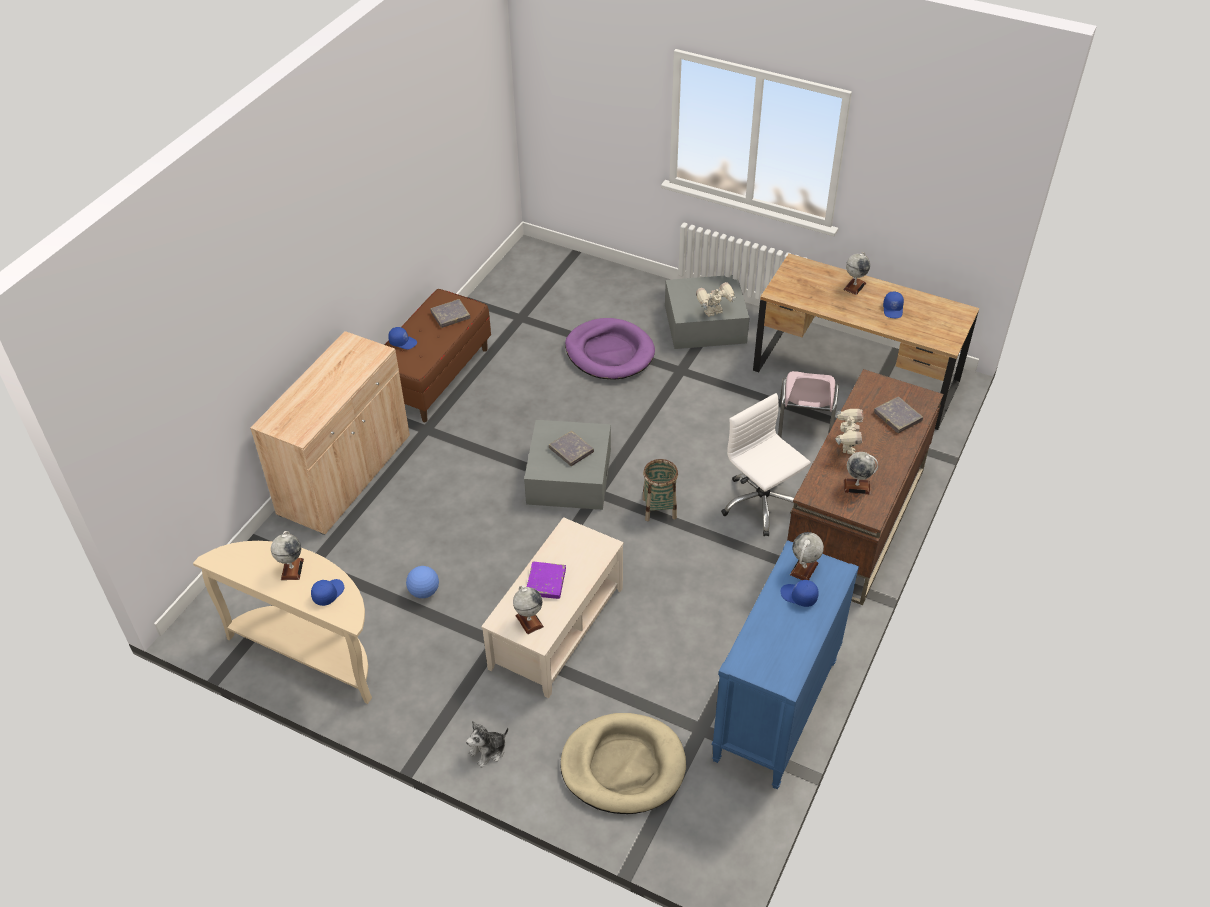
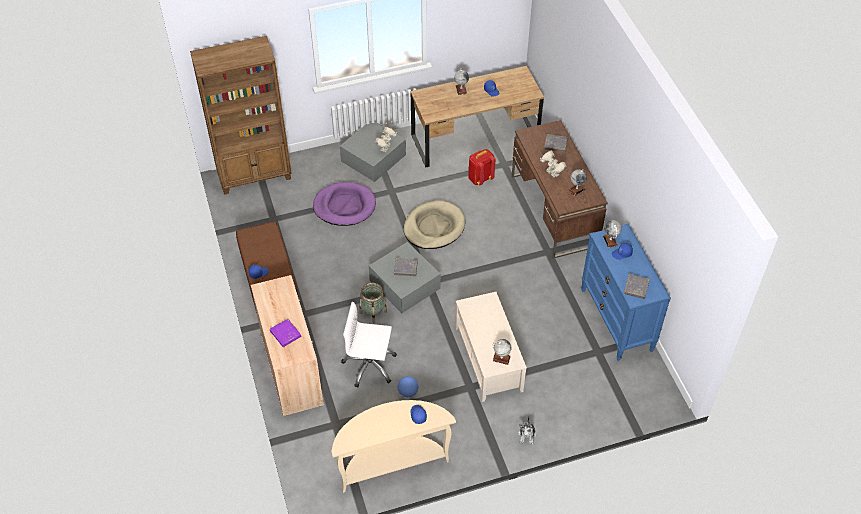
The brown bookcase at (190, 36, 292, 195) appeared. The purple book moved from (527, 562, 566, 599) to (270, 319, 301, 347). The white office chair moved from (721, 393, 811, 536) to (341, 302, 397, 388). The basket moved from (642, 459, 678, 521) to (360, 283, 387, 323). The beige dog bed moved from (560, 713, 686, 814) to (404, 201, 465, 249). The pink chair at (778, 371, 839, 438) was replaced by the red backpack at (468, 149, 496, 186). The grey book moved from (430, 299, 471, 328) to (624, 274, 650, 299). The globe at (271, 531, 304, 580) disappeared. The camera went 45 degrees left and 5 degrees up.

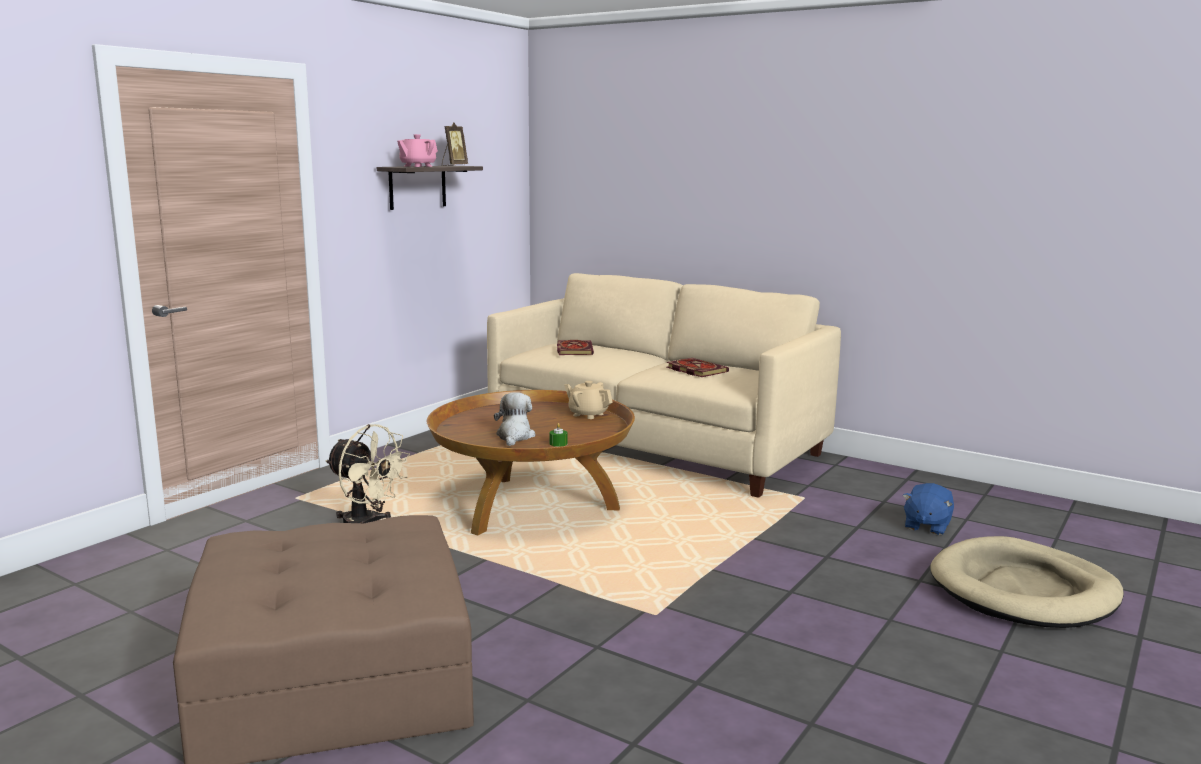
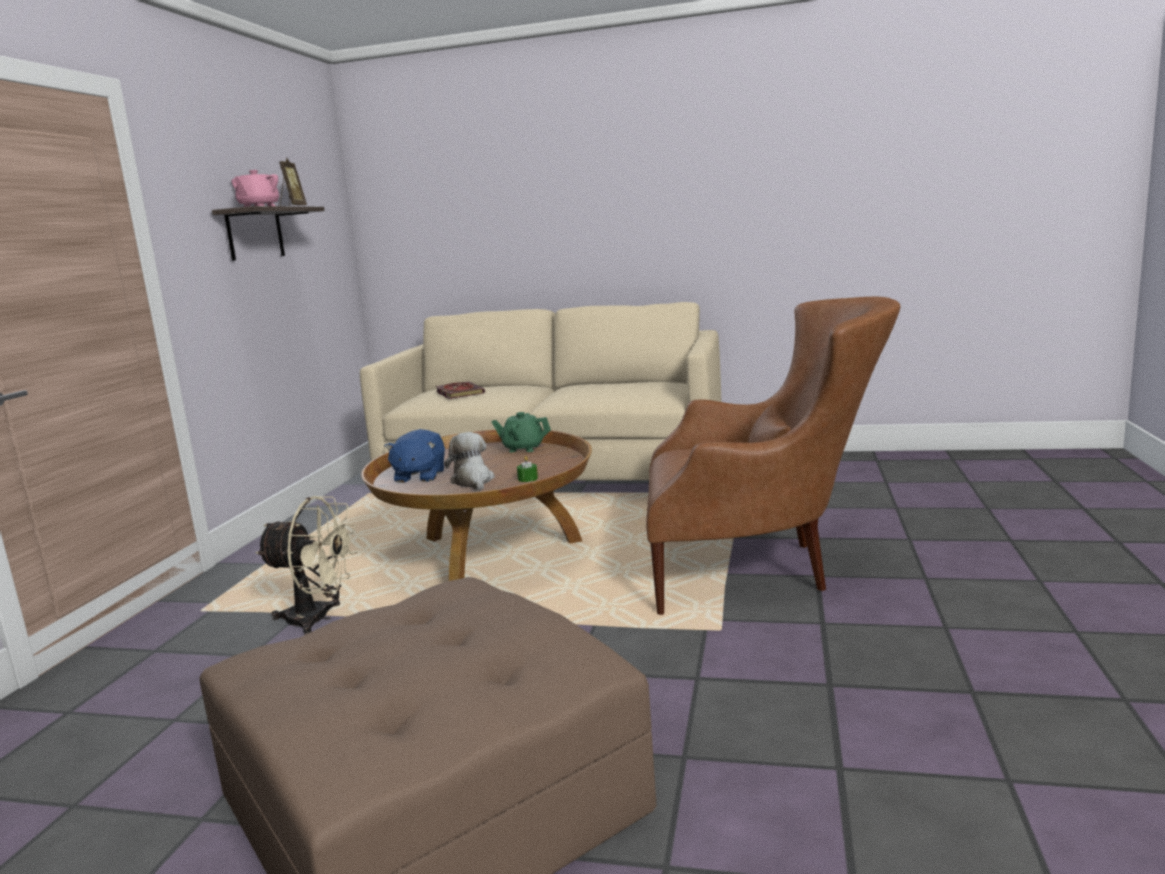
The blue plush toy moved from (902, 483, 954, 535) to (384, 429, 445, 483). The beige teapot at (564, 381, 613, 419) became the green teapot at (491, 412, 551, 452). The brown armchair at (646, 297, 900, 615) appeared. The book at (666, 358, 729, 377) disappeared. The beige dog bed at (930, 536, 1124, 628) disappeared. The camera went 20 degrees left and 0 degrees up.

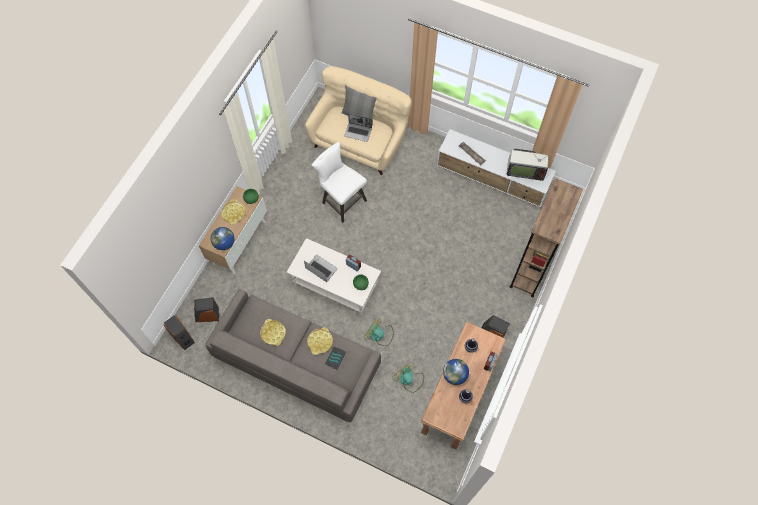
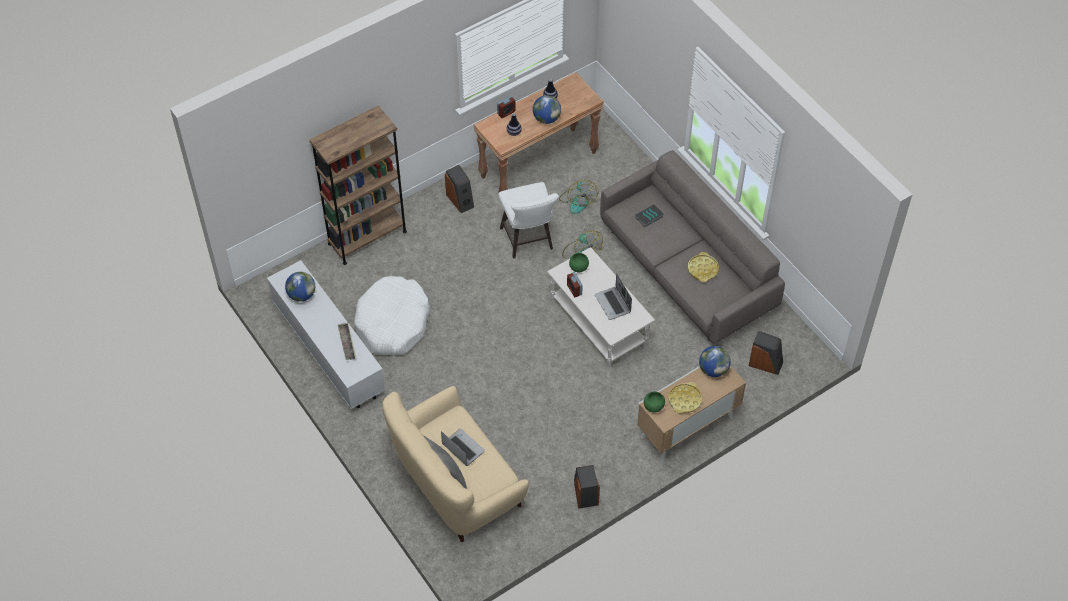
The television at (507, 148, 555, 181) was replaced by the globe at (285, 272, 315, 302). The white dog bed at (354, 276, 430, 356) appeared. The white stool moved from (312, 142, 367, 223) to (498, 182, 559, 259). The speaker moved from (164, 316, 195, 350) to (574, 465, 600, 509). The yellow tray at (307, 327, 333, 355) disappeared. The camera went 150 degrees left and 10 degrees down.

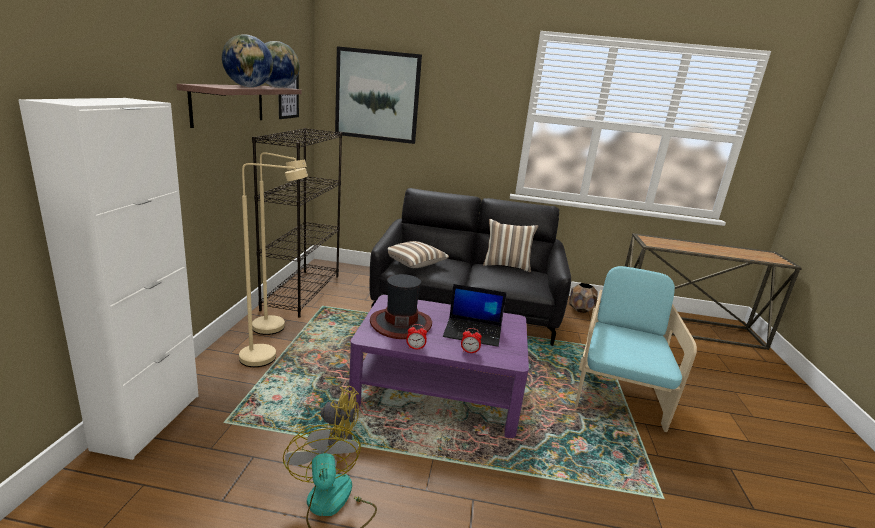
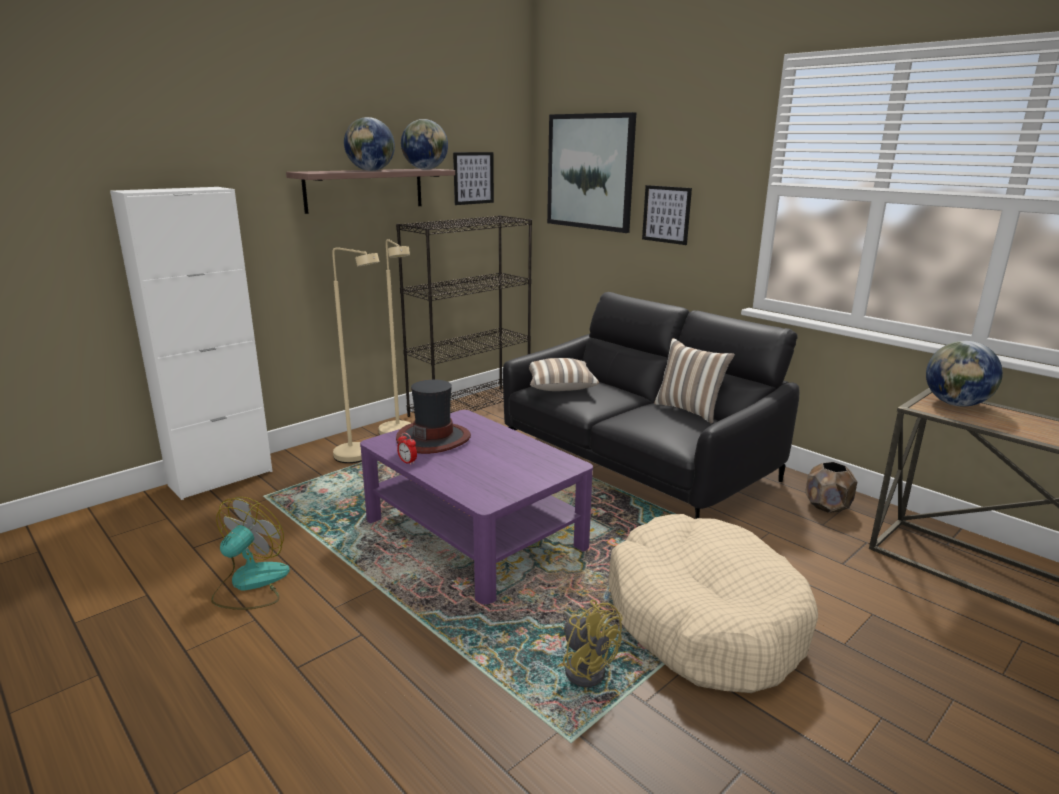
The yellow fan moved from (305, 386, 359, 446) to (563, 600, 623, 687). The turquoise armchair at (575, 266, 697, 432) was replaced by the beige dog bed at (609, 514, 818, 693). The picture at (642, 185, 692, 245) appeared. The globe at (926, 341, 1003, 406) appeared. The laptop at (443, 284, 507, 347) disappeared. The alarm clock at (461, 328, 482, 354) disappeared. The camera went 40 degrees right and 0 degrees up.

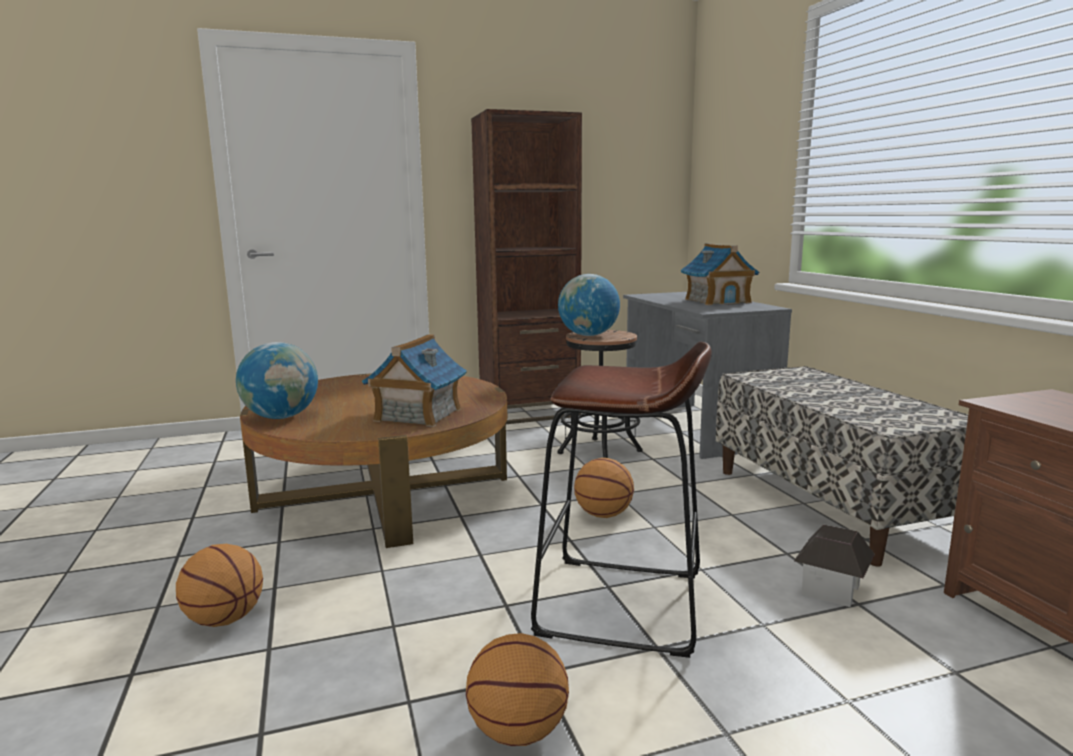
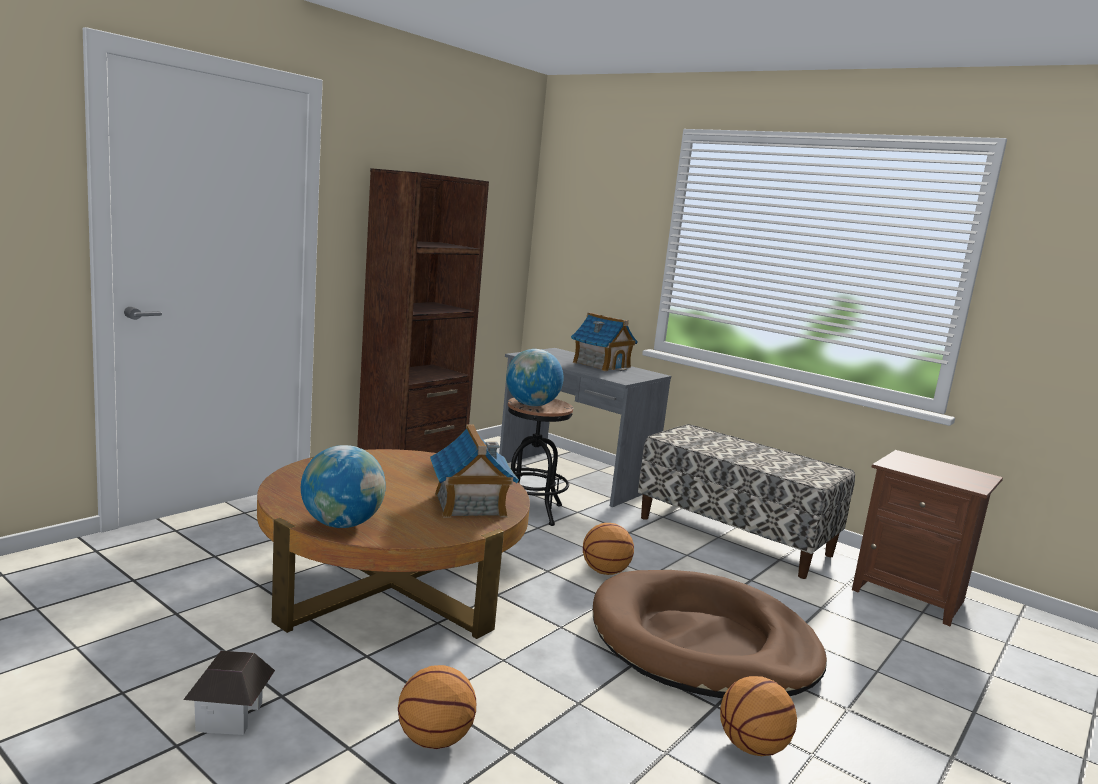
The toy house moved from (794, 525, 875, 607) to (183, 651, 275, 735). The brown stool at (531, 342, 712, 658) was replaced by the brown dog bed at (593, 570, 827, 699). The camera went 35 degrees left and 0 degrees up.

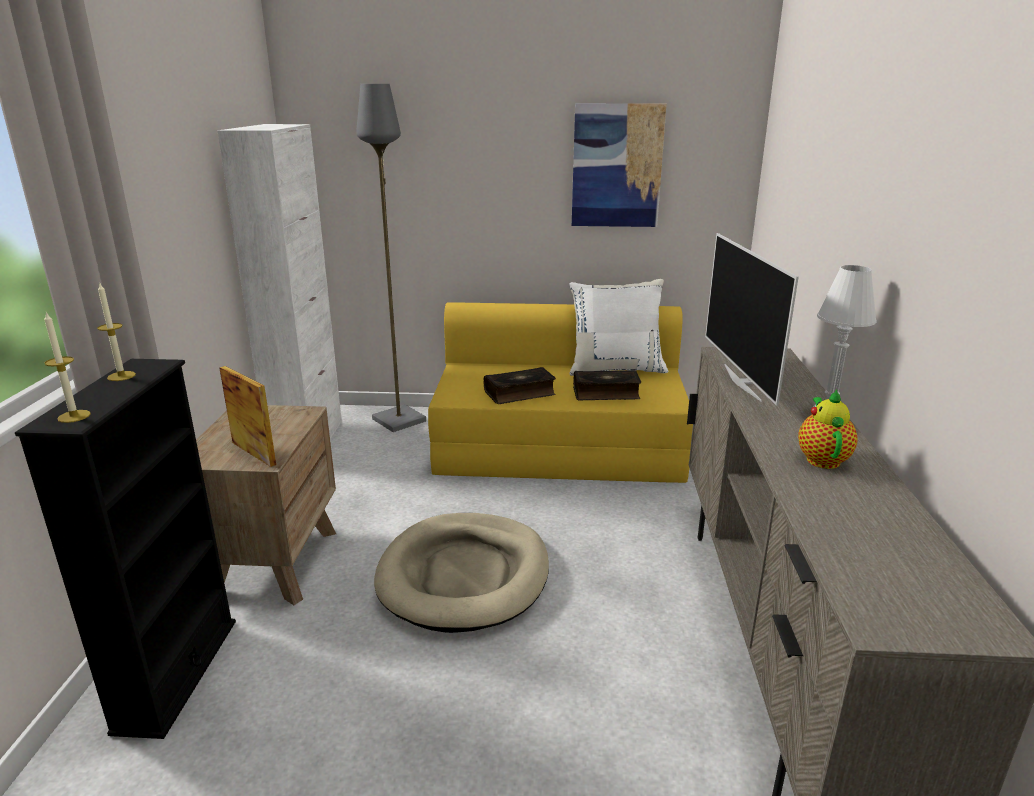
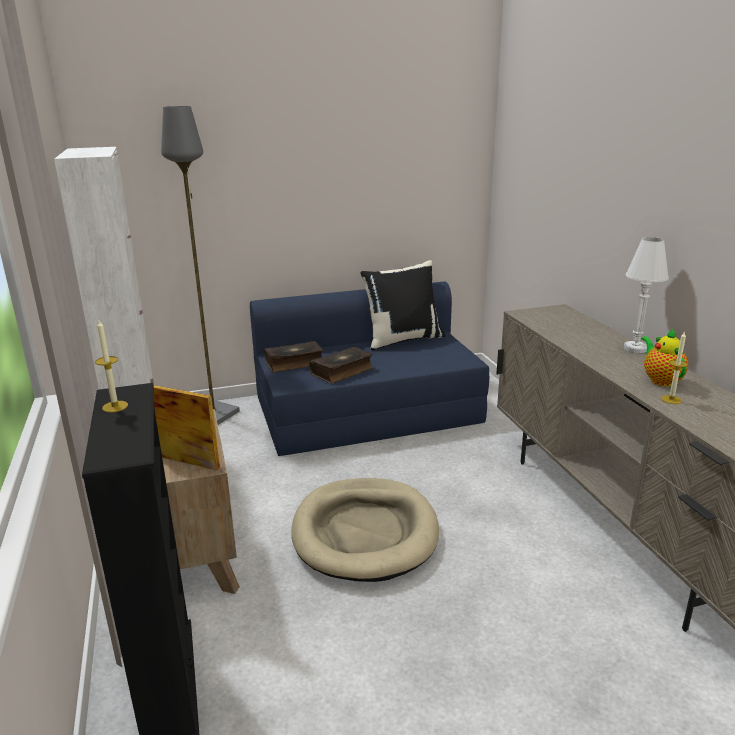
The yellow sofa at (428, 302, 693, 483) became the blue sofa at (250, 281, 489, 456). The book moved from (573, 370, 641, 401) to (264, 341, 323, 373). The white pillow at (569, 279, 668, 376) became the black pillow at (360, 260, 446, 350). The candle moved from (44, 312, 91, 423) to (661, 331, 688, 404). The picture at (572, 103, 667, 227) disappeared. The television at (705, 233, 799, 406) disappeared. The camera went 20 degrees left and 0 degrees up.

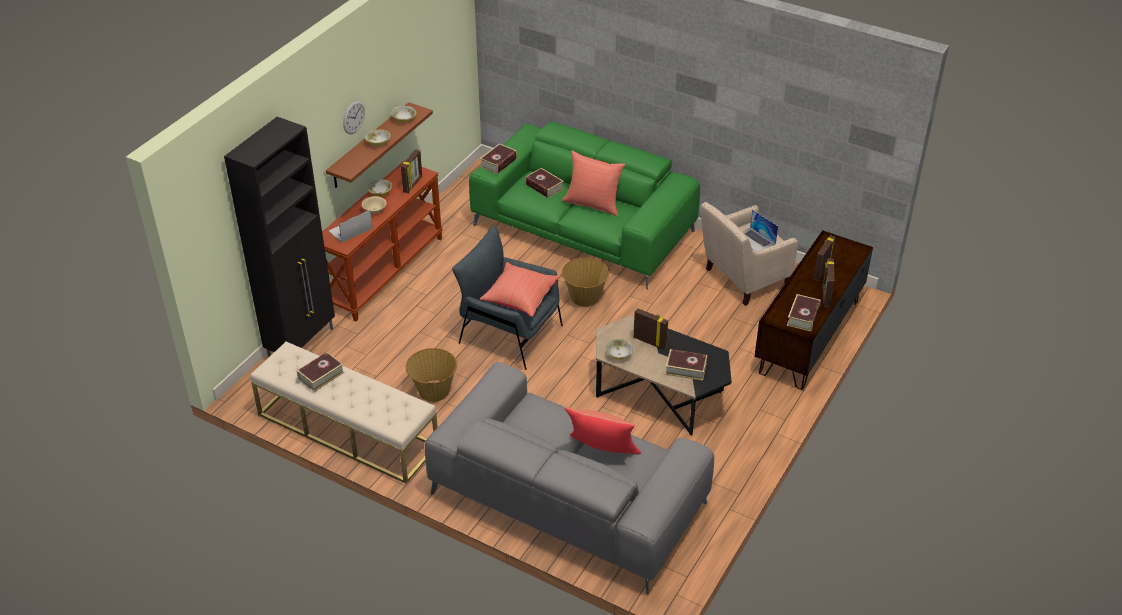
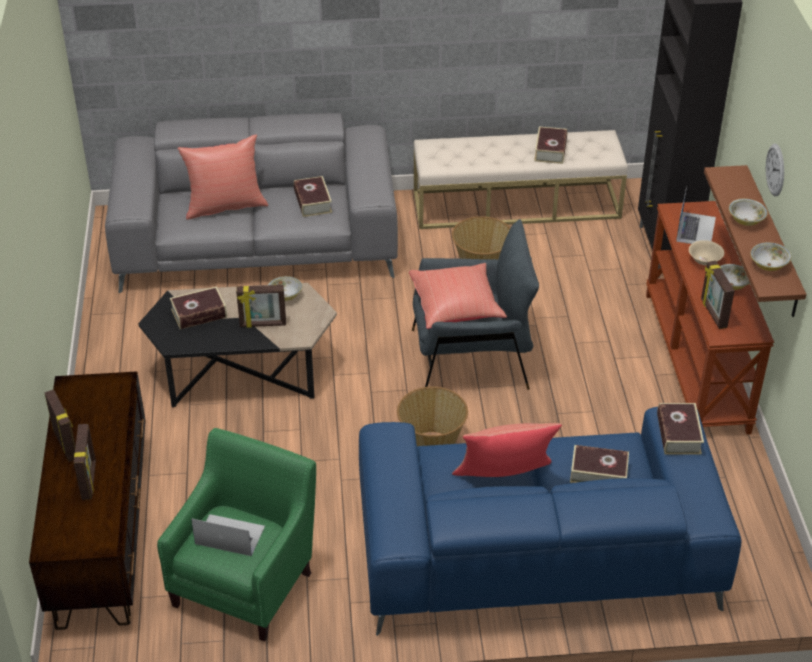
The beige armchair at (701, 202, 798, 306) became the green armchair at (157, 428, 316, 641). The book moved from (787, 294, 821, 332) to (294, 176, 332, 217). The green sofa at (469, 122, 700, 290) became the blue sofa at (359, 407, 741, 636). The camera went 145 degrees right and 0 degrees up.

